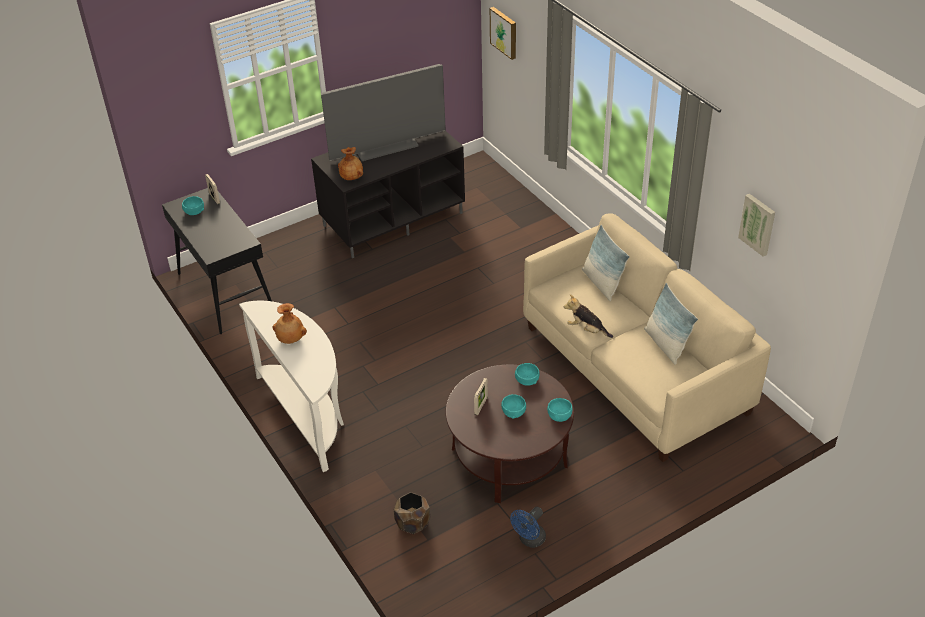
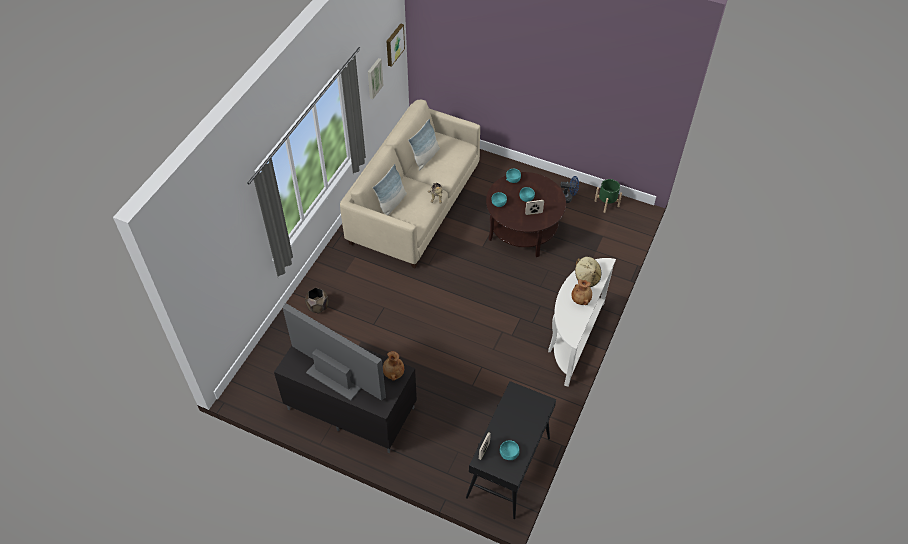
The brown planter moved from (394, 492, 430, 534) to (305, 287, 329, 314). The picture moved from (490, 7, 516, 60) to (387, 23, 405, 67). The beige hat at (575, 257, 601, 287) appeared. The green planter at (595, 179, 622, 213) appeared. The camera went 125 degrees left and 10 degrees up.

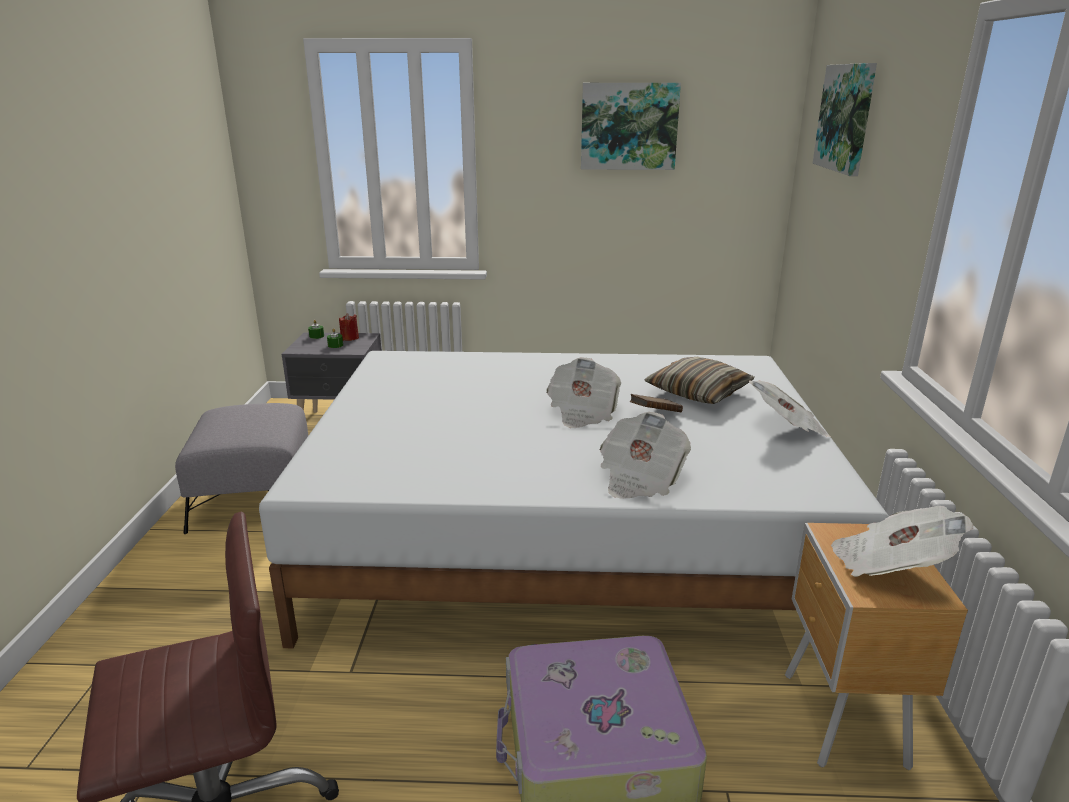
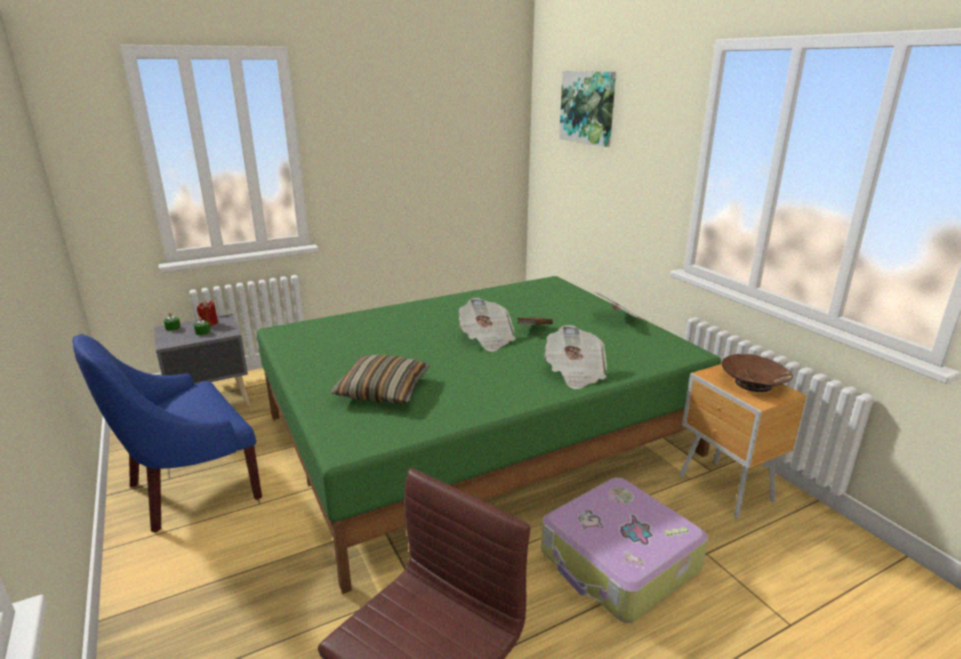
The grey ottoman at (175, 403, 308, 534) was replaced by the blue armchair at (72, 334, 262, 533). The white bed at (259, 351, 889, 648) became the green bed at (257, 276, 721, 594). The pillow moved from (644, 357, 754, 404) to (330, 355, 430, 403). The newspaper at (831, 506, 973, 577) was replaced by the brown bowl at (722, 354, 793, 392). The picture at (581, 83, 681, 170) disappeared. The camera went 30 degrees left and 0 degrees up.

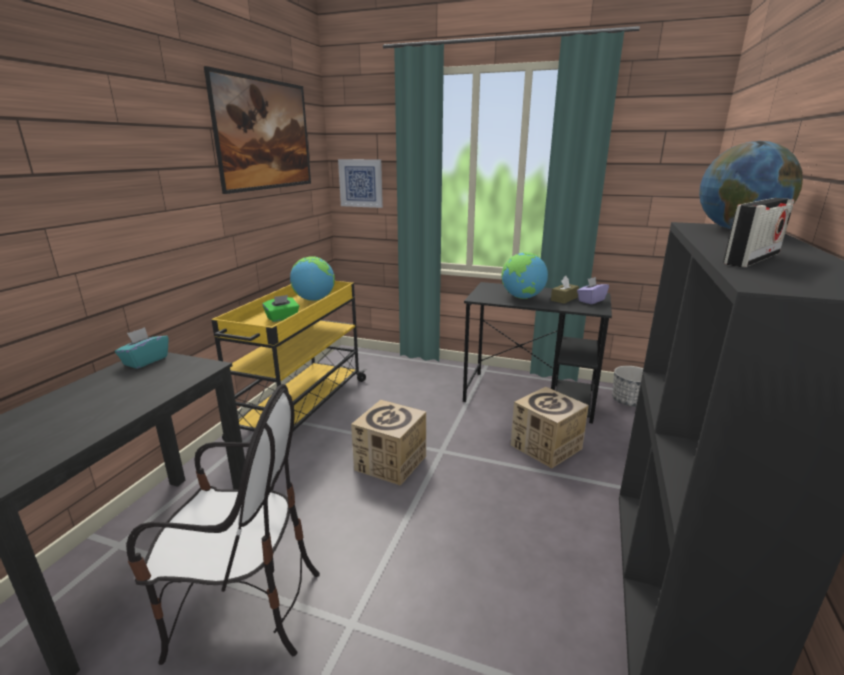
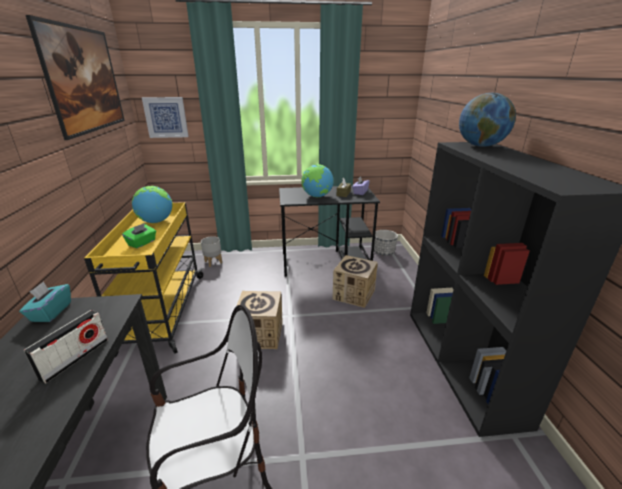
The radio moved from (723, 198, 794, 267) to (24, 310, 108, 383). The grey planter at (201, 236, 222, 267) appeared. The camera went 25 degrees left and 5 degrees up.

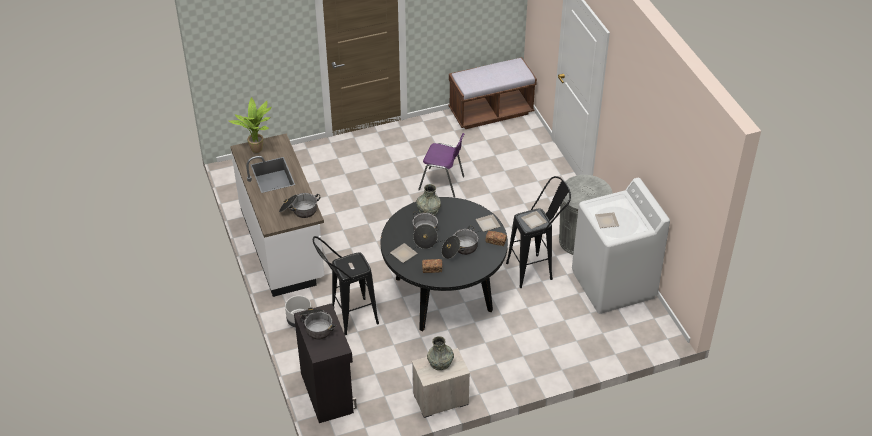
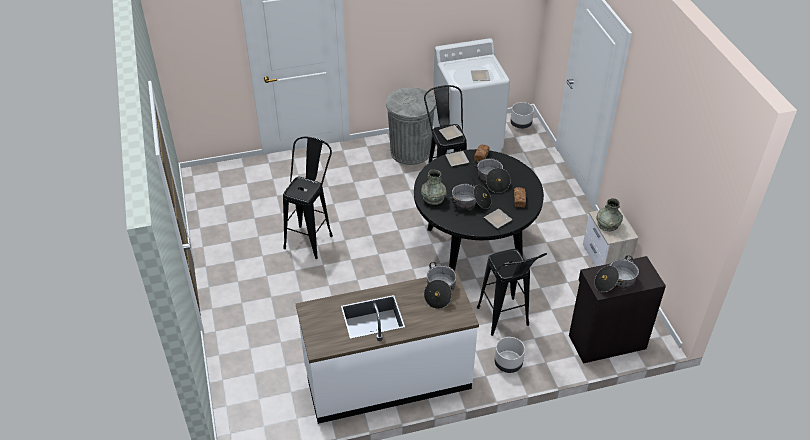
The purple chair at (418, 133, 465, 197) was replaced by the black stool at (283, 137, 333, 259). The grey planter at (510, 102, 534, 129) appeared. The potted plant at (228, 97, 272, 153) disappeared. The brown bench at (448, 57, 537, 129) disappeared. The camera went 85 degrees left and 0 degrees up.

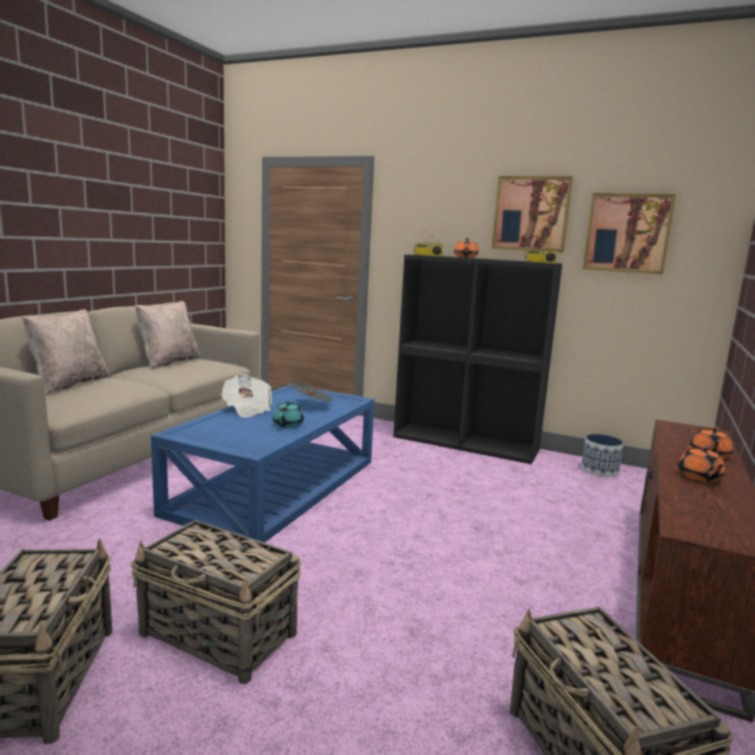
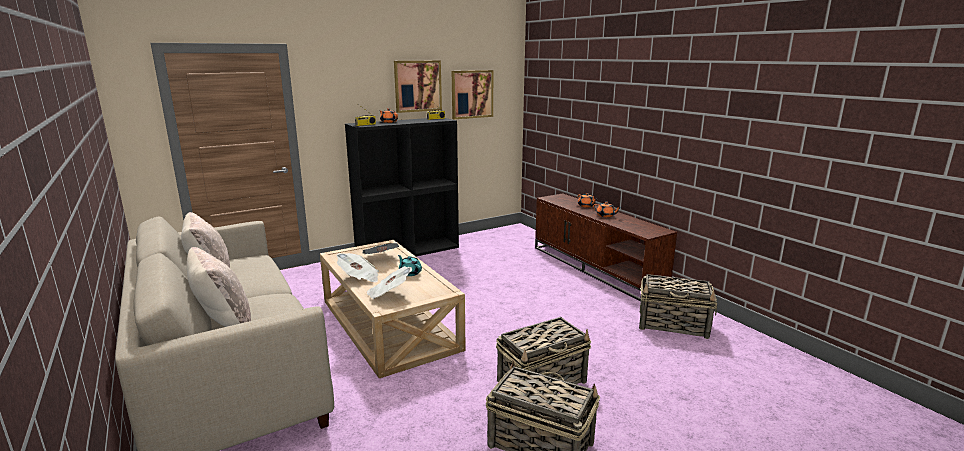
The blue coffee table at (151, 385, 374, 543) became the beige coffee table at (320, 240, 466, 378). The newspaper at (367, 266, 412, 300) appeared. The planter at (581, 434, 624, 477) disappeared. The camera went 55 degrees left and 5 degrees up.

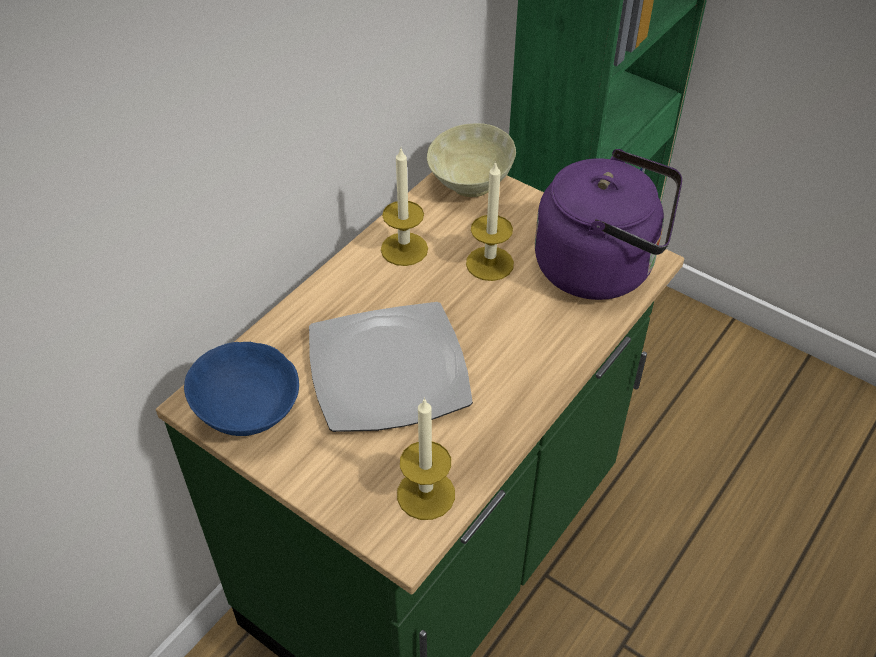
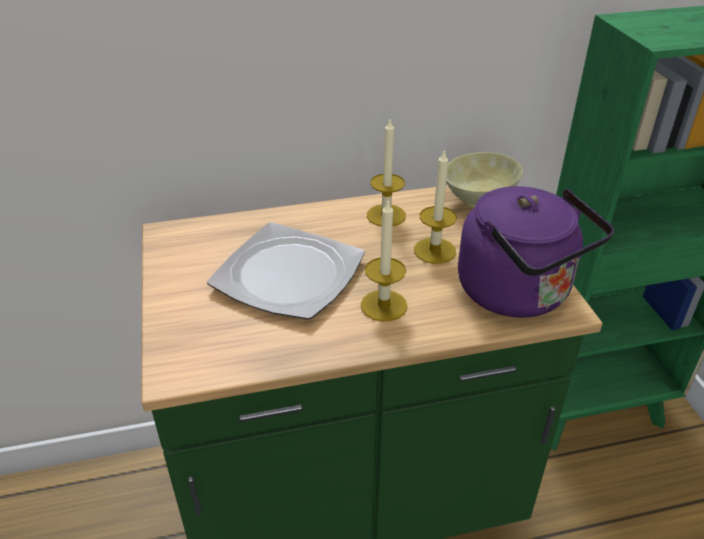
The candle moved from (397, 397, 455, 520) to (361, 201, 407, 322). The blue bowl at (184, 342, 299, 436) disappeared. The camera went 40 degrees right and 10 degrees down.

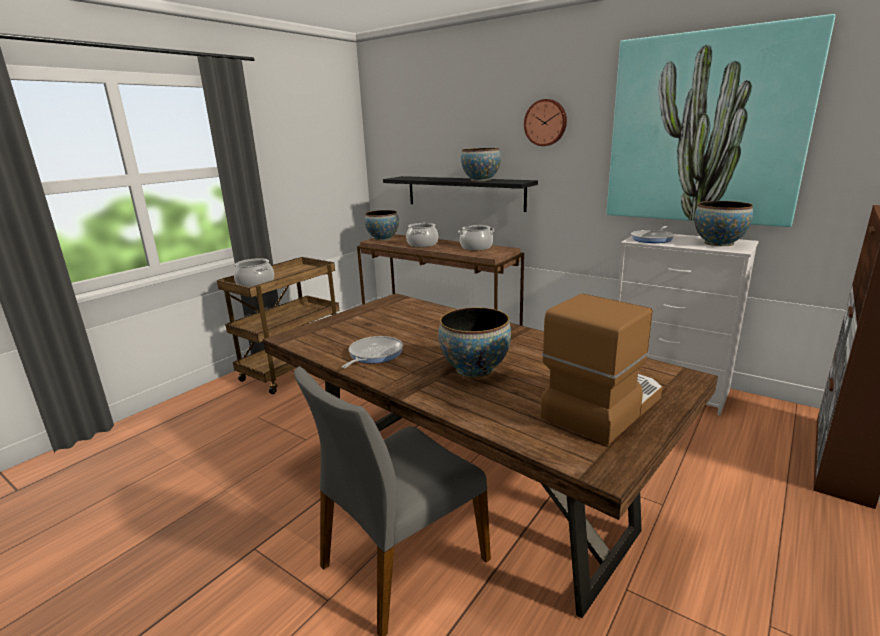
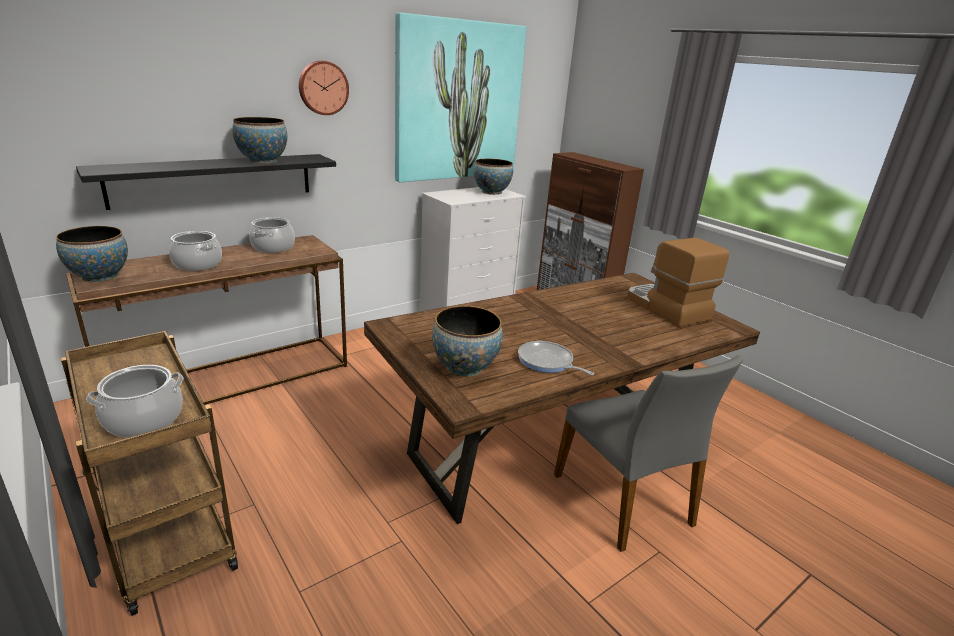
The bowl moved from (438, 307, 511, 378) to (432, 306, 503, 377). The frying pan at (631, 226, 674, 243) disappeared. The camera went 75 degrees left and 5 degrees up.

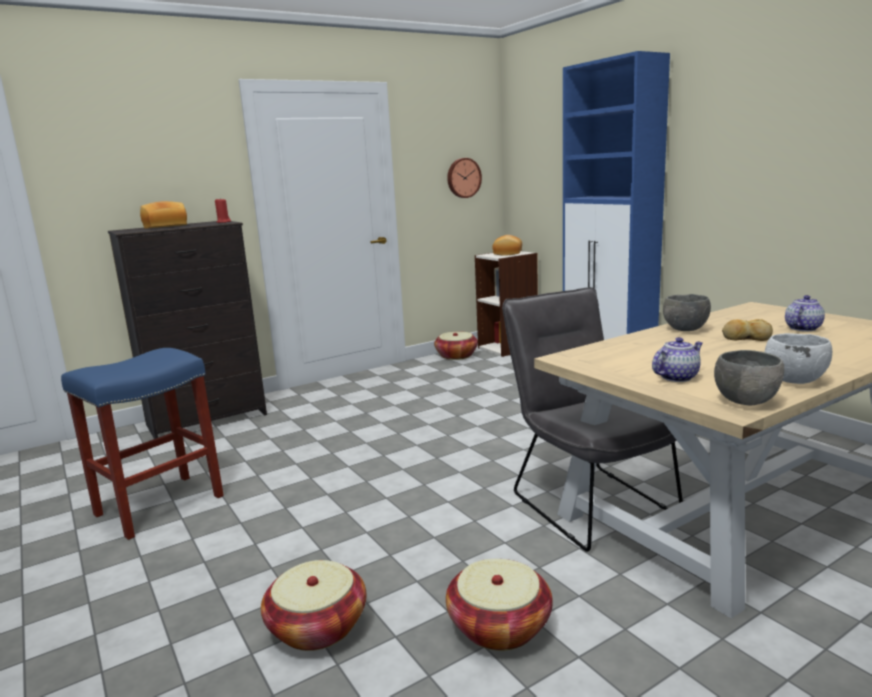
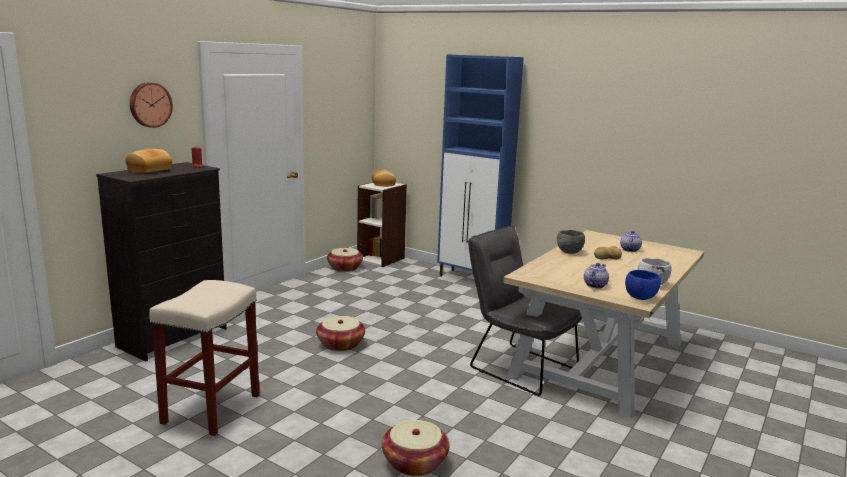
The wall clock moved from (447, 158, 482, 198) to (130, 82, 173, 128). The blue stool at (61, 348, 224, 540) became the beige stool at (149, 280, 260, 436). The basket moved from (446, 559, 553, 651) to (316, 316, 365, 351). The grey bowl at (714, 350, 784, 405) became the blue bowl at (625, 270, 661, 300). The camera went 25 degrees left and 0 degrees up.

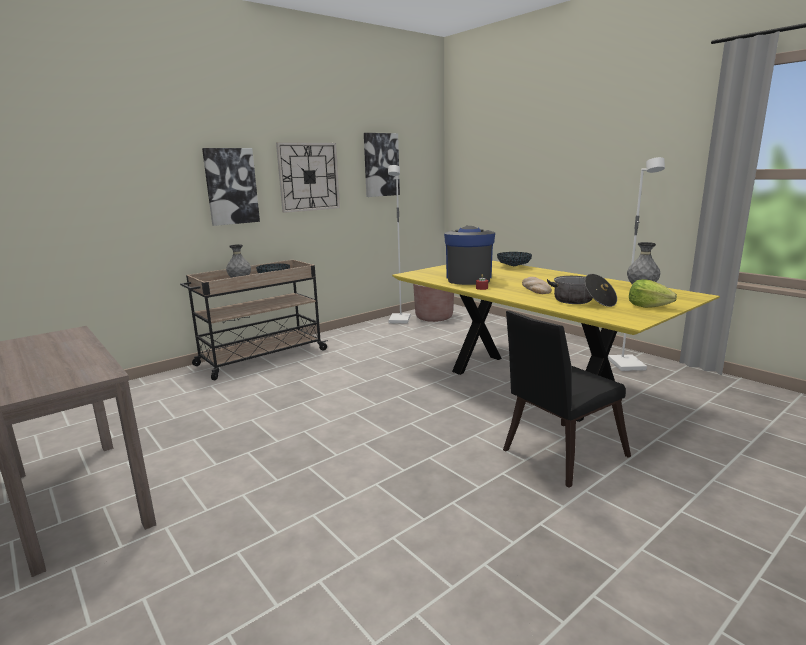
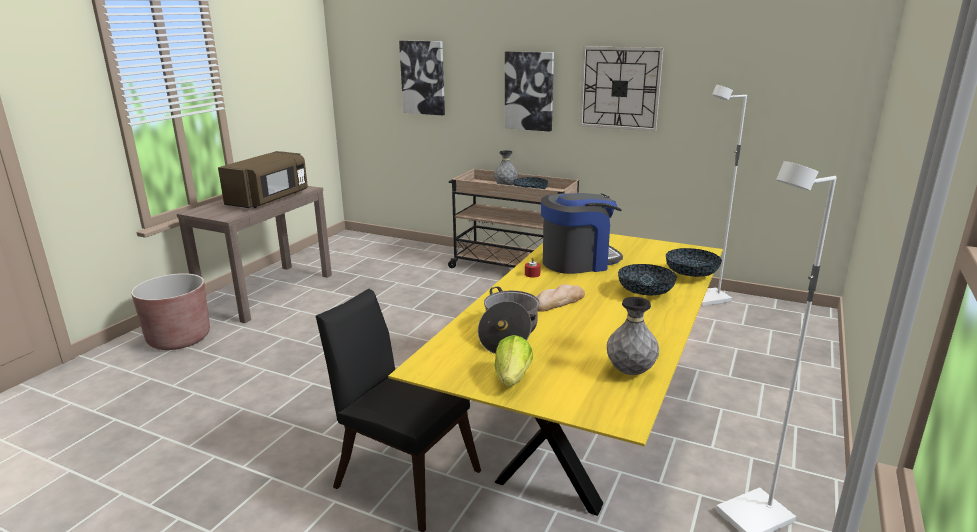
The brown planter moved from (413, 284, 454, 322) to (131, 273, 210, 350). The brown microwave at (218, 151, 308, 208) appeared. The picture moved from (364, 133, 400, 197) to (399, 41, 445, 115). The bowl at (618, 264, 677, 296) appeared. The camera went 65 degrees right and 5 degrees up.

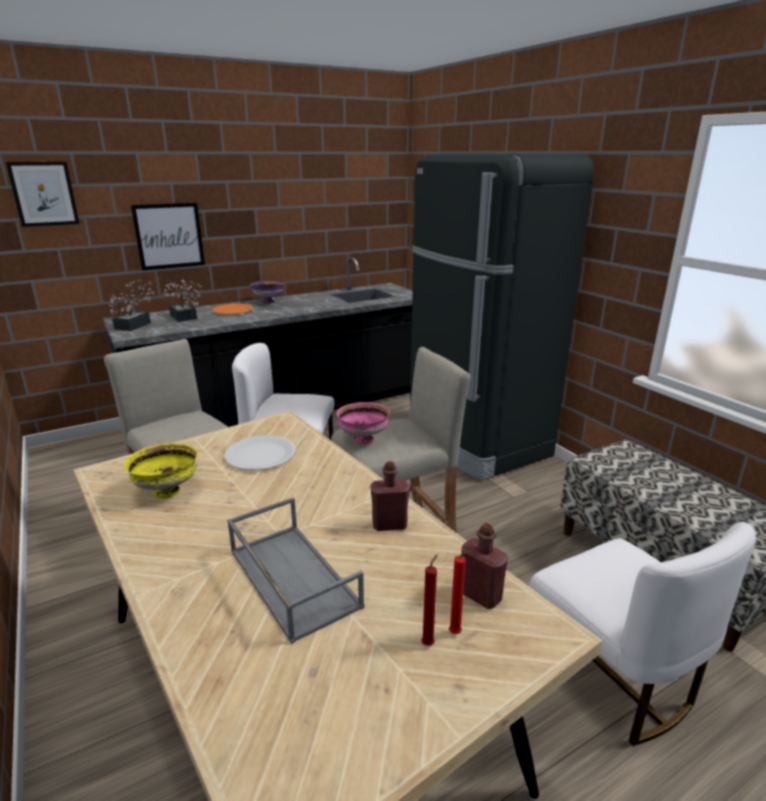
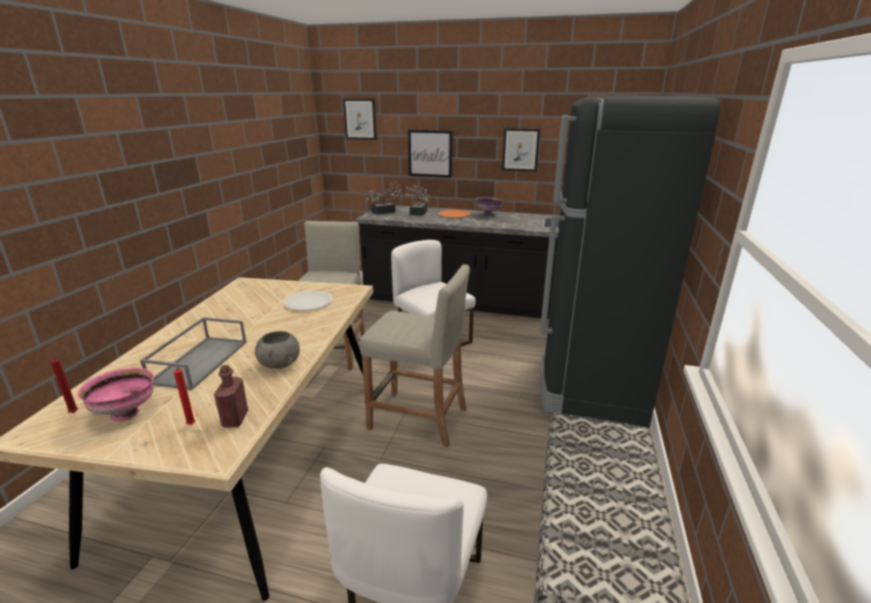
The red candle moved from (421, 554, 438, 646) to (50, 353, 78, 413). The pink bowl moved from (336, 402, 390, 444) to (77, 368, 154, 422). The red bottle at (370, 461, 410, 531) was replaced by the grey bowl at (255, 331, 300, 369). The picture at (502, 128, 540, 172) appeared. The yellow bowl at (124, 443, 198, 499) disappeared. The camera went 45 degrees right and 0 degrees up.

